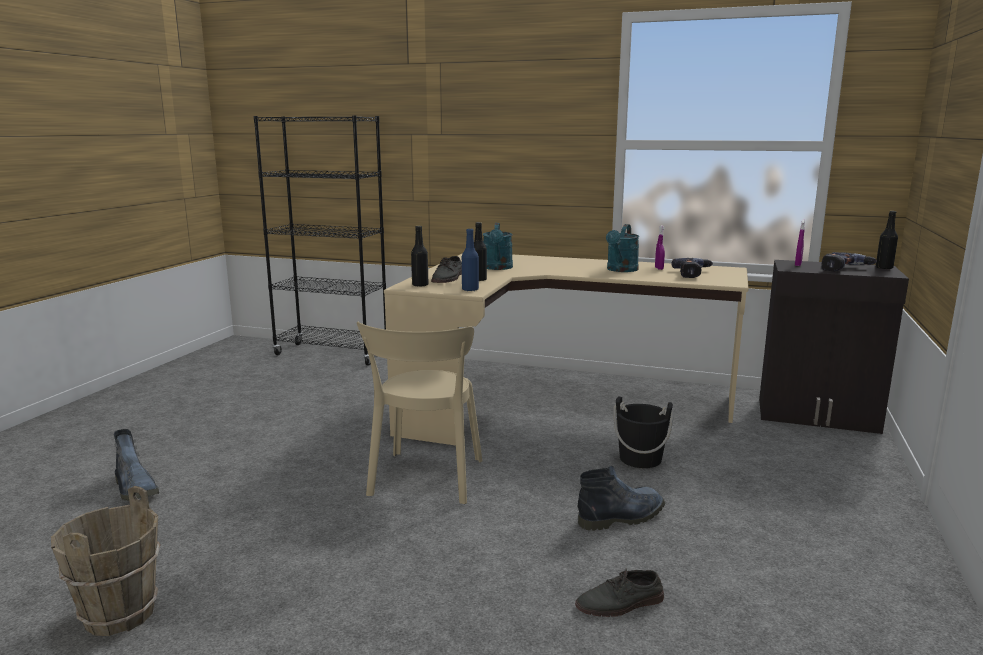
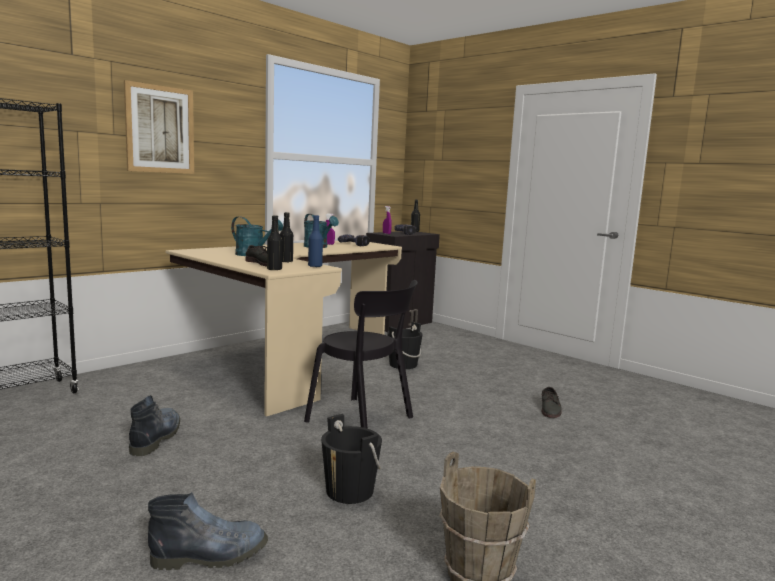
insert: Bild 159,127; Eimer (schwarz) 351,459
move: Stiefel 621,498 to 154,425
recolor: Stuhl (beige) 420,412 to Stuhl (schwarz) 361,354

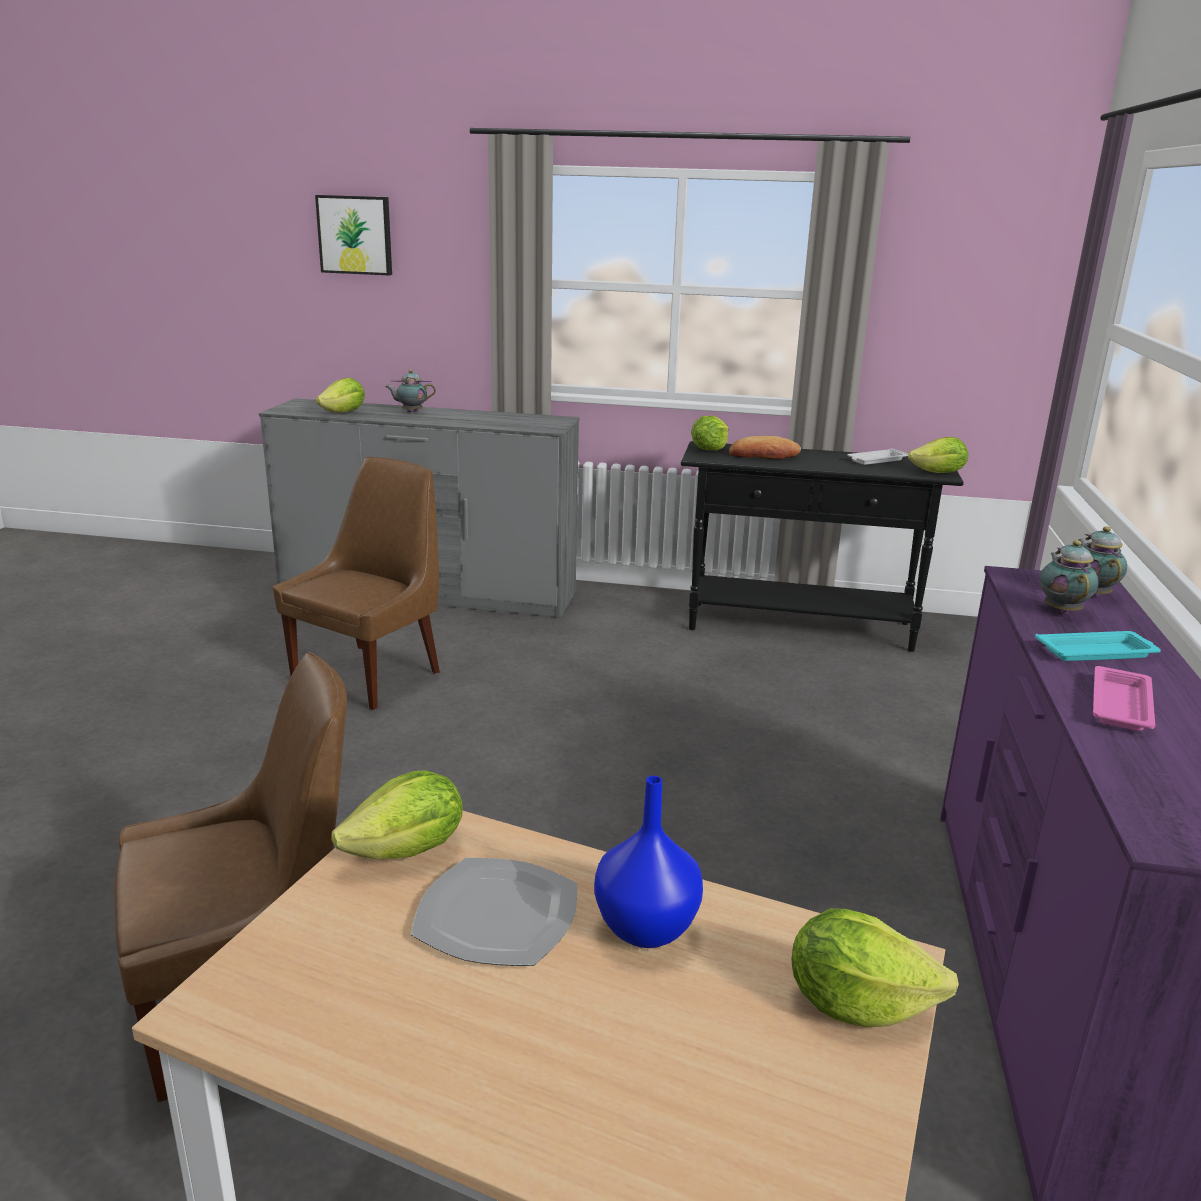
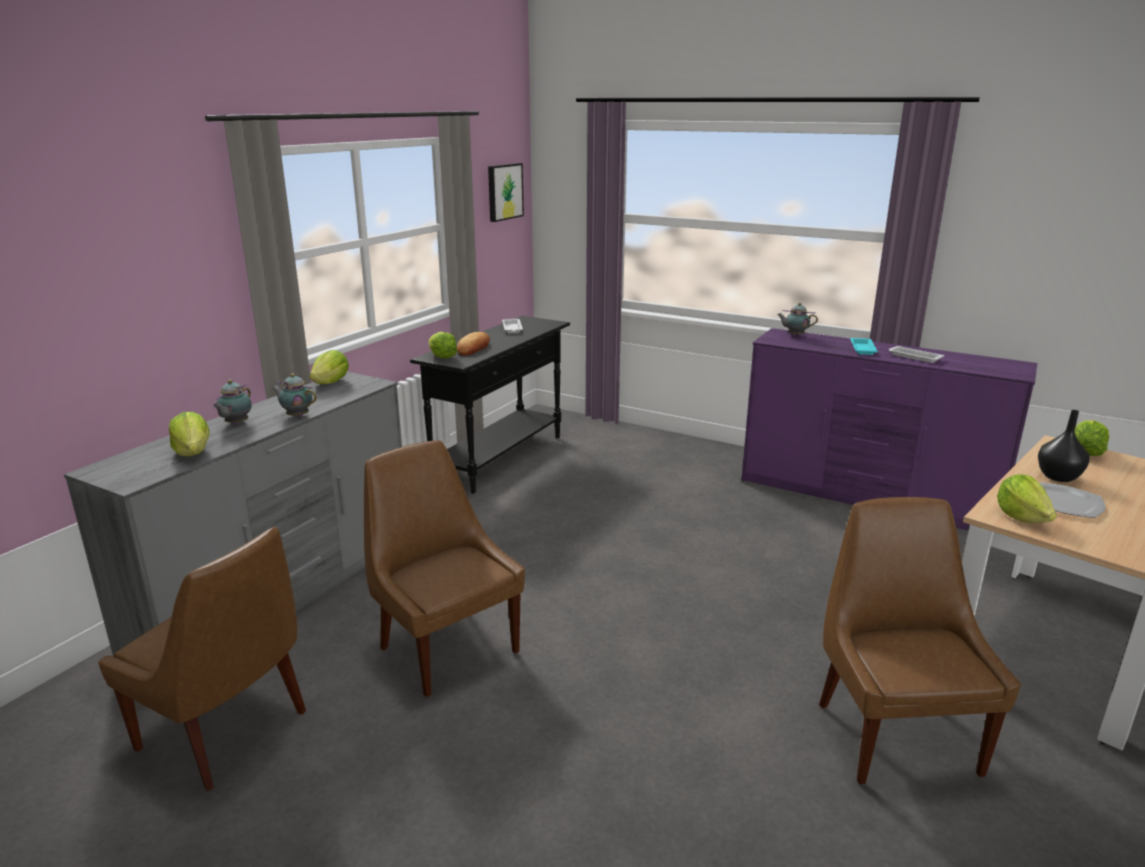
insert: Stuhl (braun) 202,659
move: Bild 353,235 to 506,192; Salatkopf 938,455 to 329,367; Teekanne 1069,577 to 294,395
recolor: Vase (blau) 648,862 to Vase (schwarz) 1063,446; Tablett (rosa) 1124,698 to Tablett (weiß) 916,354

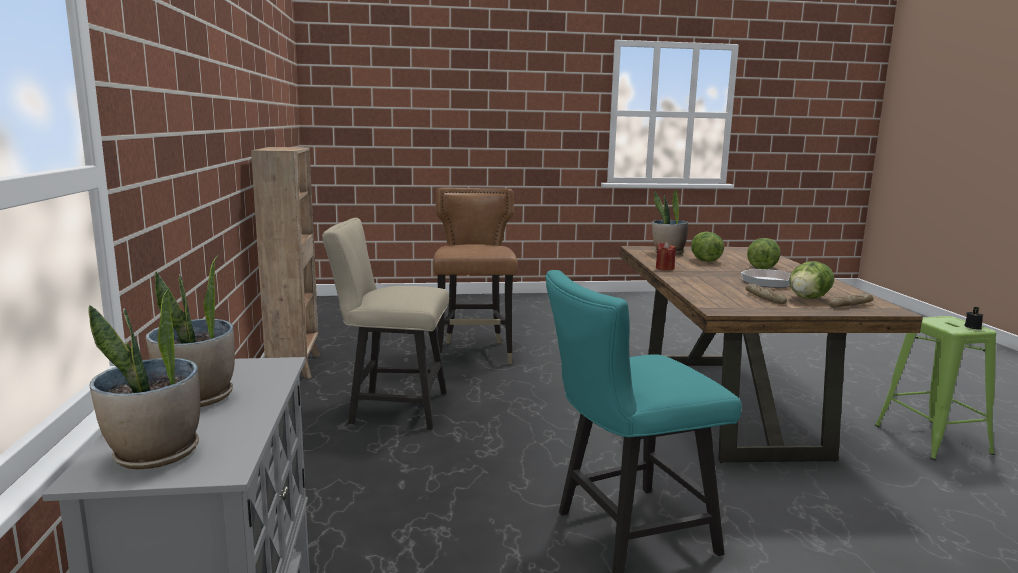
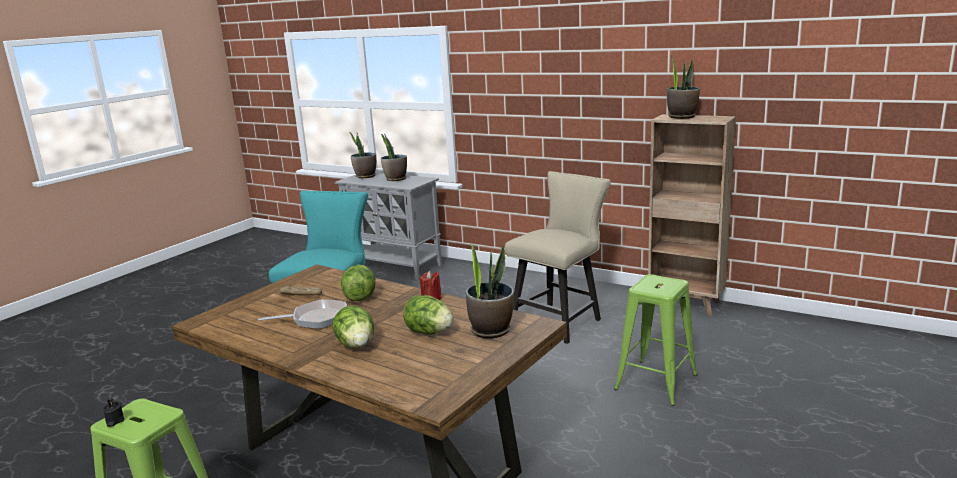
delete: Brot 851,300
insert: Topfpflanze 683,87
move: Salatkopf 811,280 to 358,283
replace: Stuhl (braun) 475,276 to Hocker (grün) 656,340

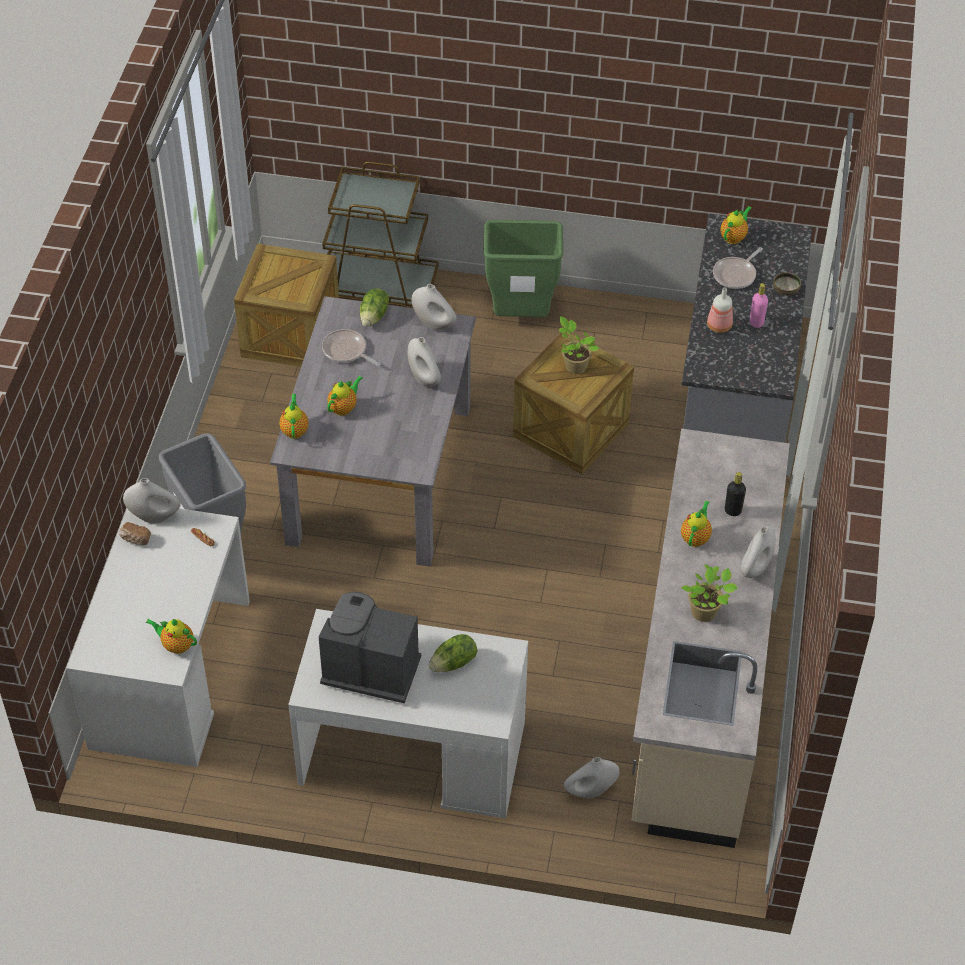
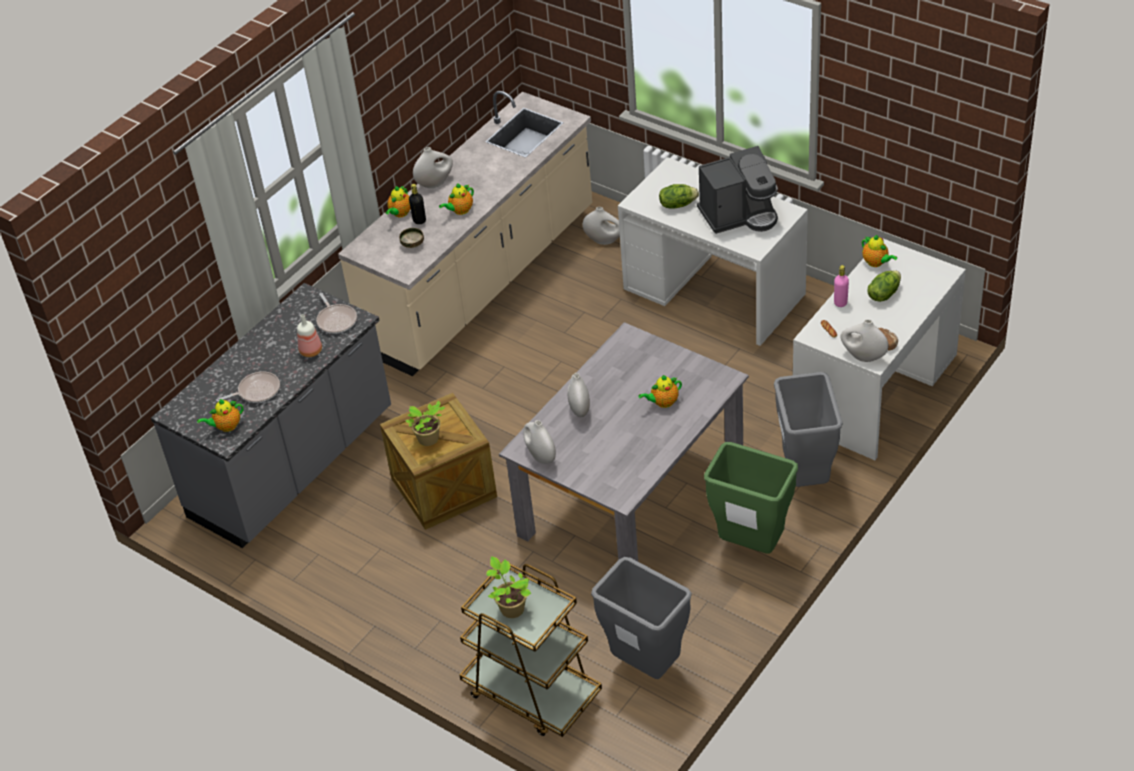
move: Teekanne 294,416 to 398,201; Pfanne 351,347 to 336,313; Salatkopf 374,307 to 884,286; Mülleimer (grün) 523,268 to 751,498; Topfpflanze 709,593 to 508,587; Flasche (rosa) 759,305 to 841,286; Schüssel 787,283 to 411,238
replace: Kiste 286,305 to Mülleimer (grau) 641,618
rotate: Kaffeemaschine 370,647 = 737,190 60 degrees counterclockwise

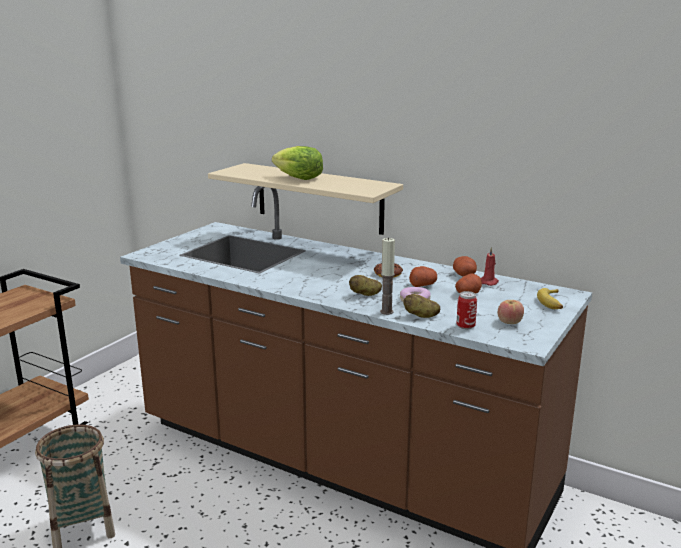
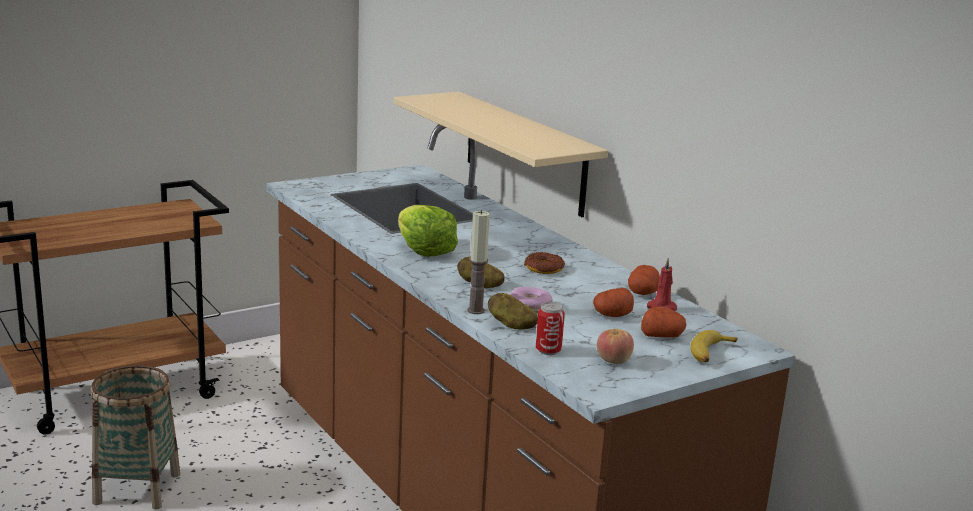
move: Salatkopf 297,163 to 428,231; Kartoffel 423,276 to 663,322

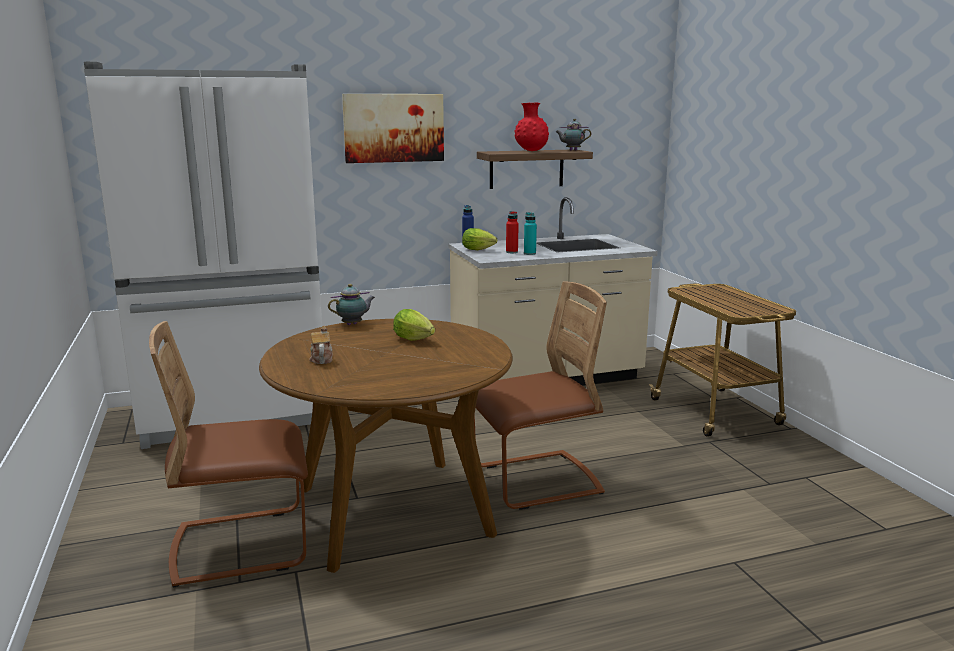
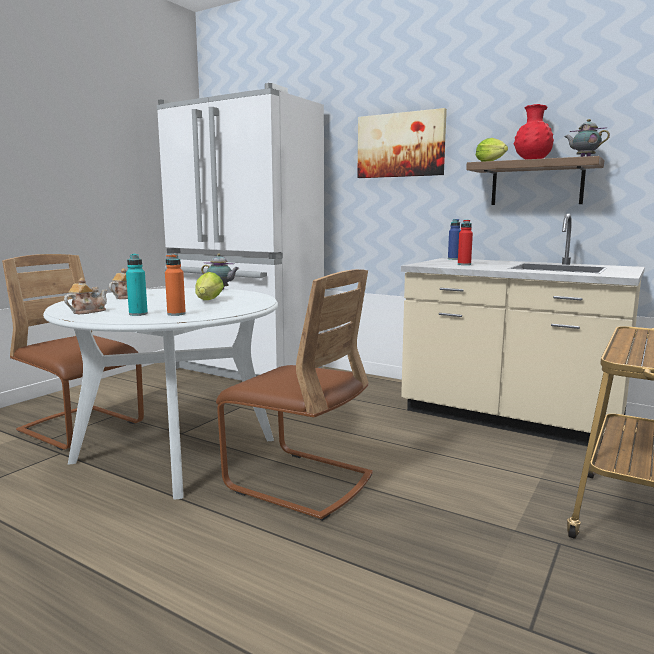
insert: Teekanne 86,296; Flasche (orange) 175,285
move: Salatkopf 479,239 to 492,150; Flasche (türkis) 530,233 to 137,285
recolor: Esstisch (braun) 386,446 to Esstisch (weiß) 160,393

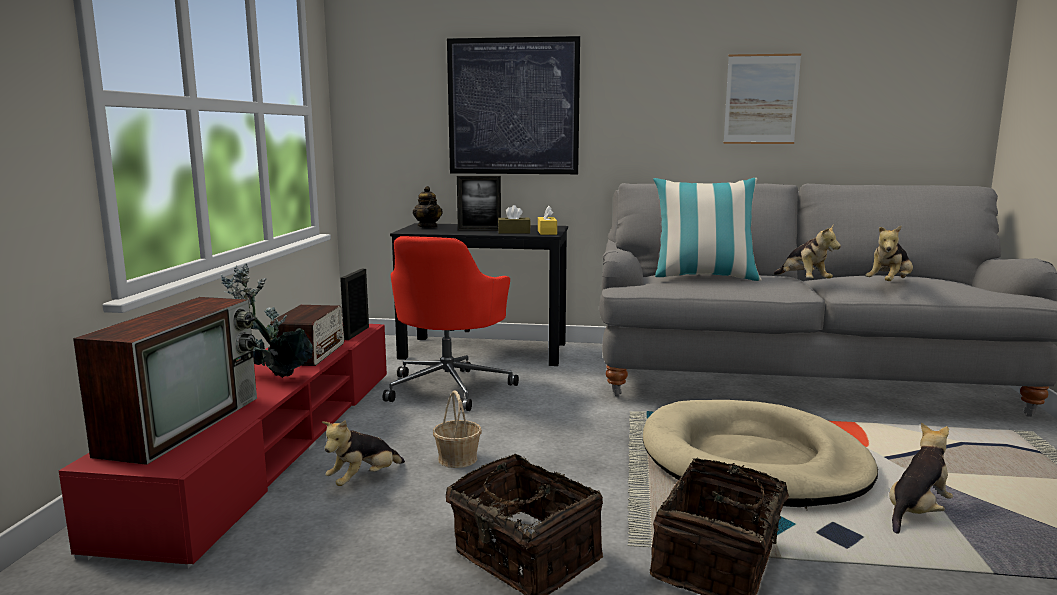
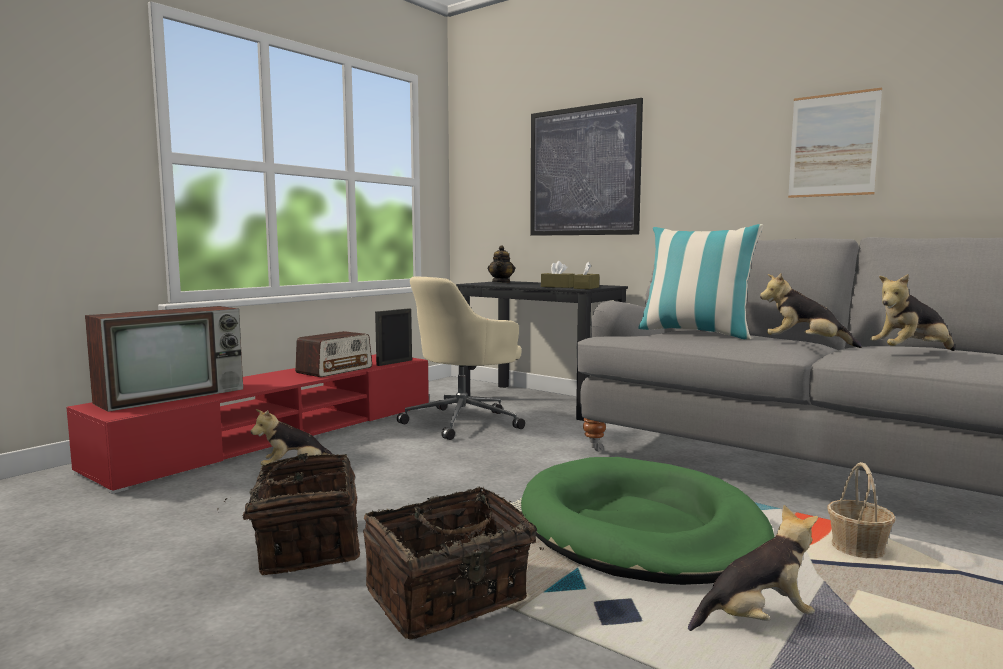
delete: Topfpflanze 267,321; Bilderrahmen 479,203
move: Korb 457,429 to 861,510
recolor: Bürostuhl (rot) 451,323 to Bürostuhl (beige) 461,358; Taschentuchbox (gelb) 547,220 to Taschentuchbox (braun) 586,275; Hundebett (beige) 760,453 to Hundebett (grün) 648,521
rotate: Plüschtier 807,252 = 811,310 105 degrees clockwise

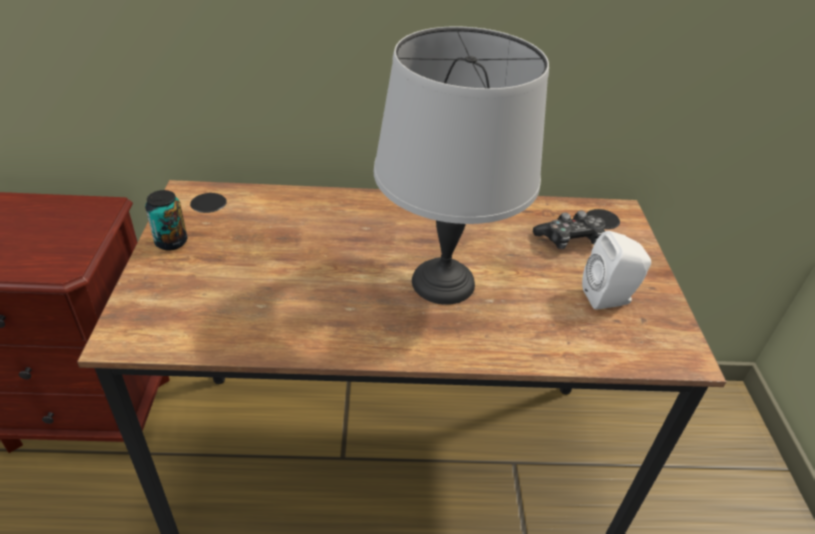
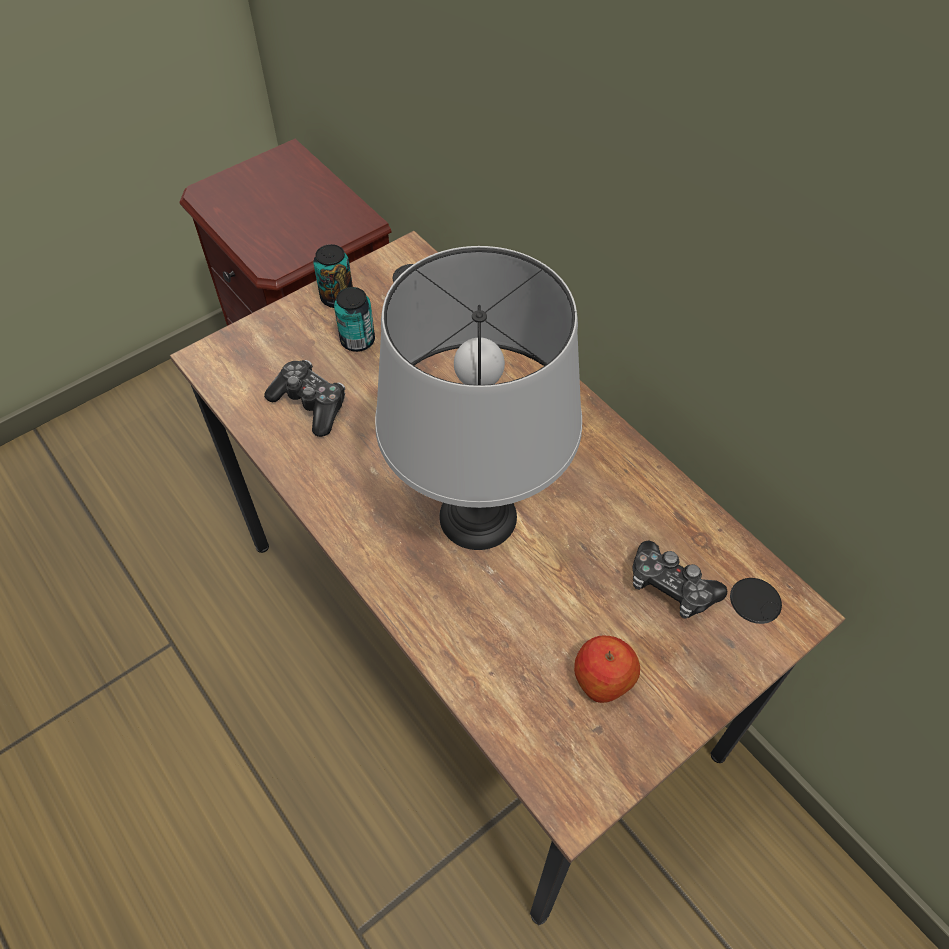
insert: Gamepad 304,398; Dose 354,319
replace: Lautsprecher (weiß) 616,270 to Apfel 607,669

